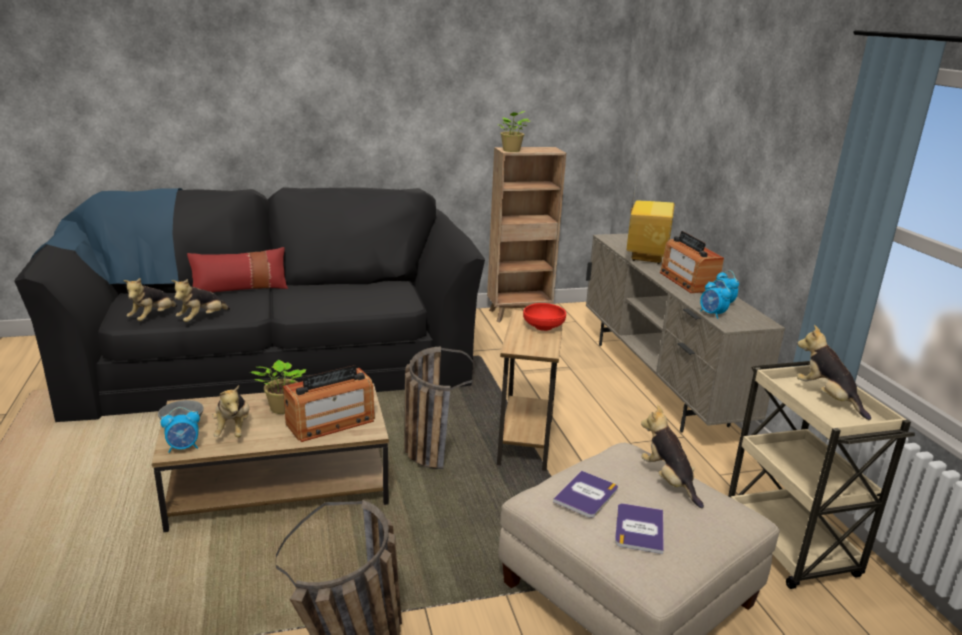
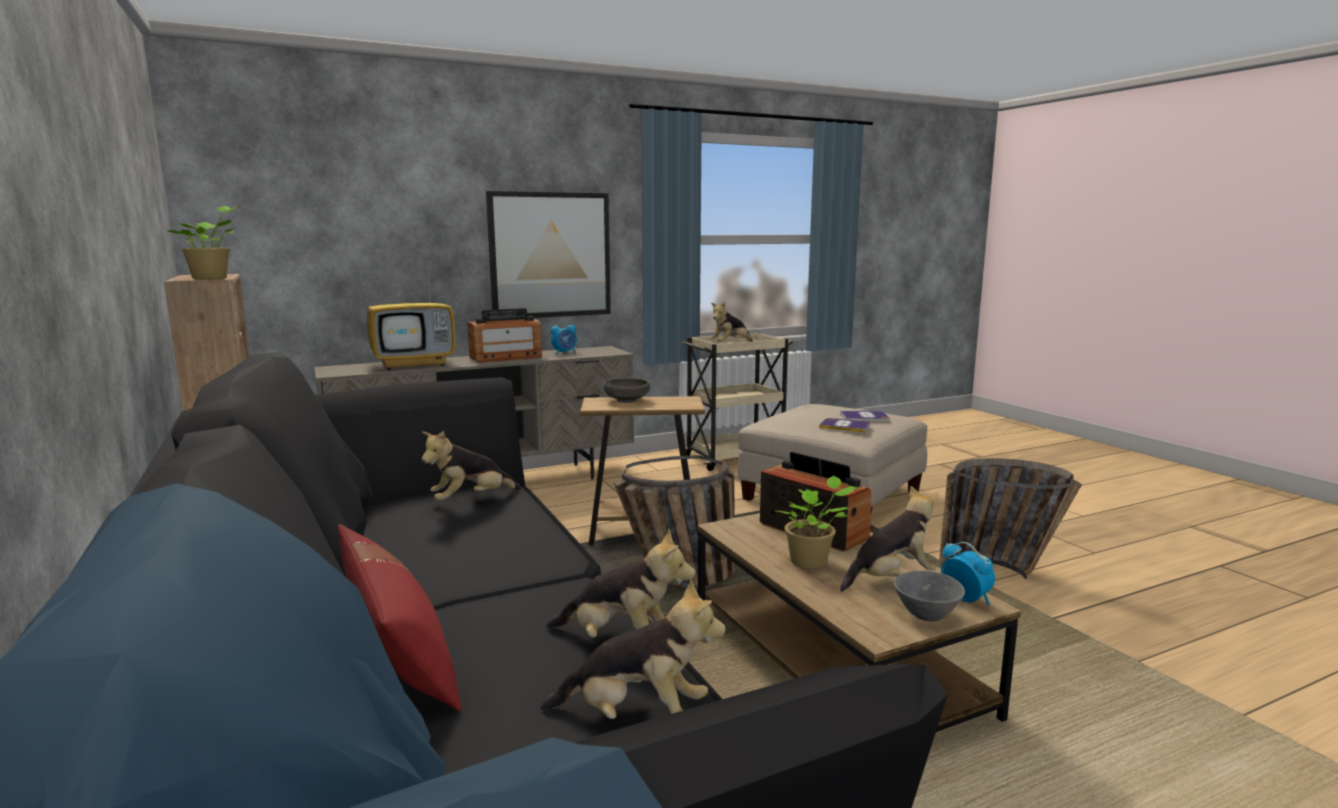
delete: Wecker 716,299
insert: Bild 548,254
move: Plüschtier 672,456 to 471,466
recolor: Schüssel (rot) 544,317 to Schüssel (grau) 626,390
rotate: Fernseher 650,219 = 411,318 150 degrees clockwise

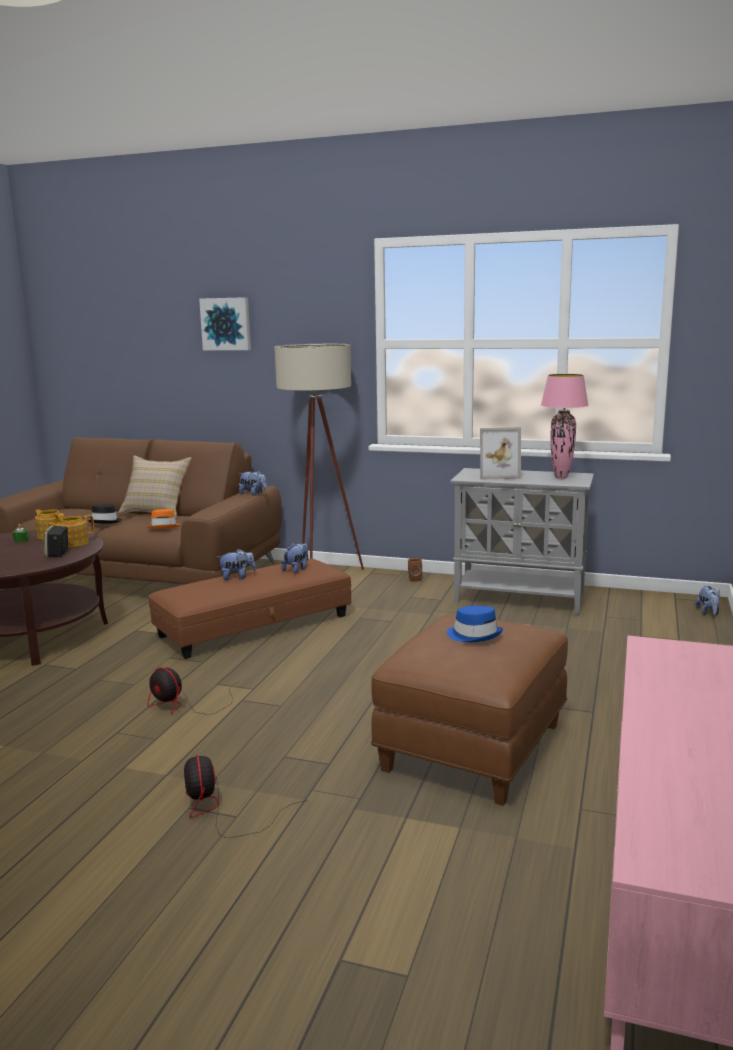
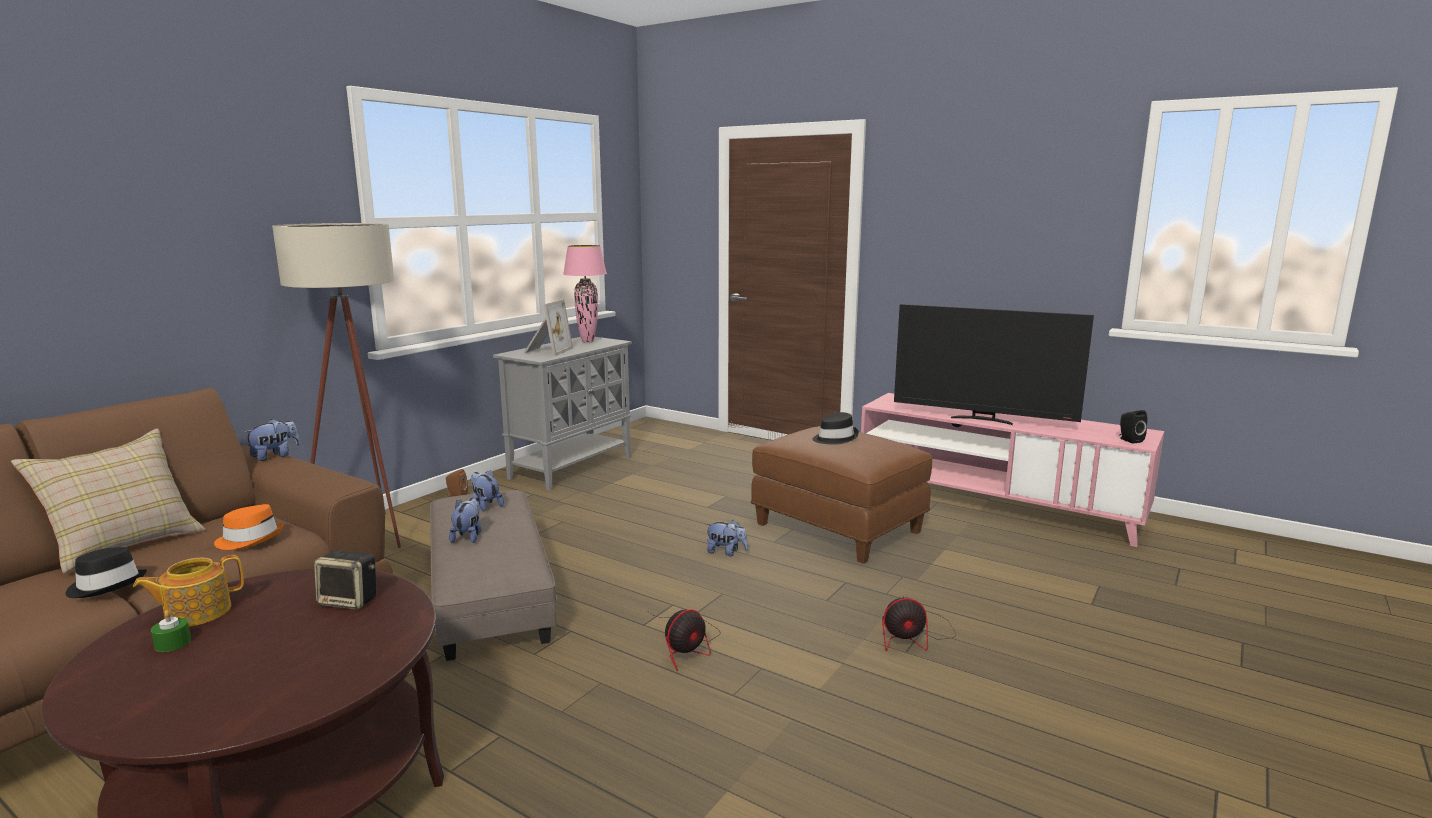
delete: Teekanne 70,531; Bild 225,323
insert: Fernseher 994,364; Lautsprecher (schwarz) 1133,427
move: Plüschtier 707,600 to 727,538
recolor: Polsterhocker (braun) 250,608 to Polsterhocker (grau) 493,575; Hut (blau) 475,624 to Hut (schwarz) 835,428

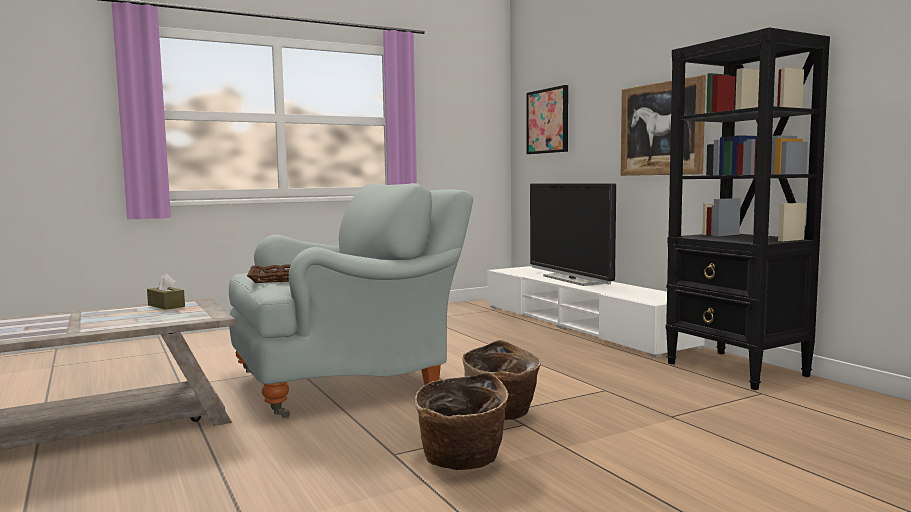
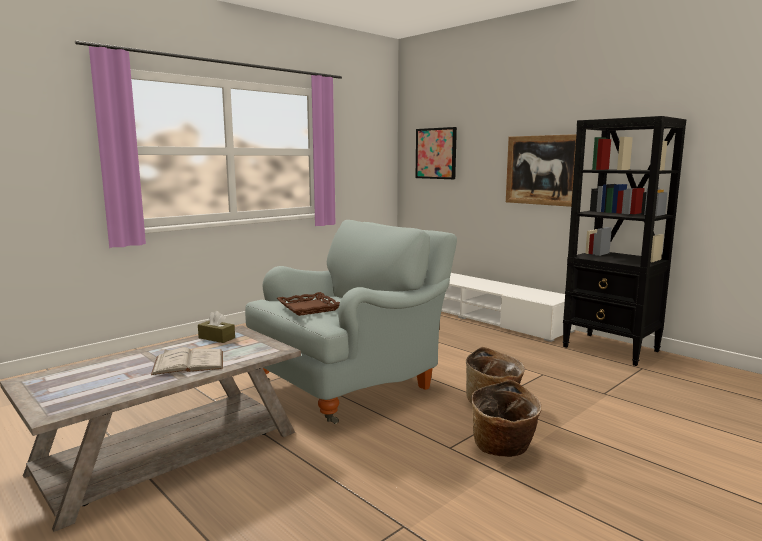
delete: Fernseher 573,235
insert: Buch (weiß) 187,361

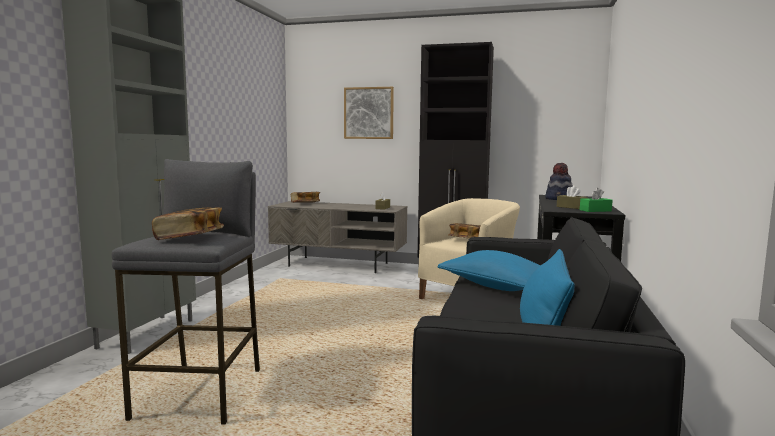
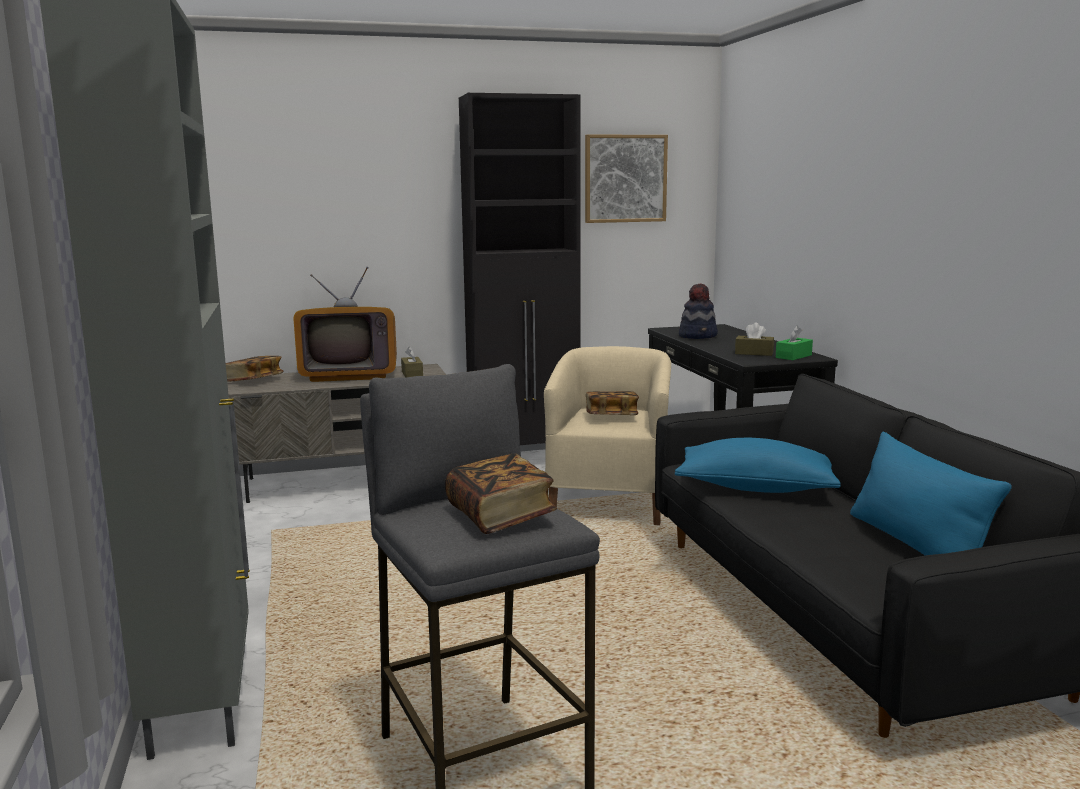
insert: Fernseher 345,324
move: Bild 369,113 to 626,178

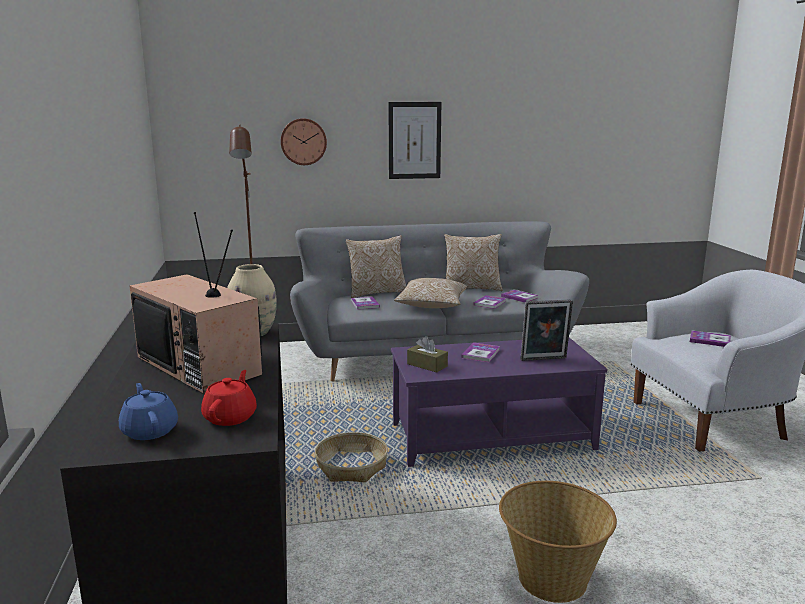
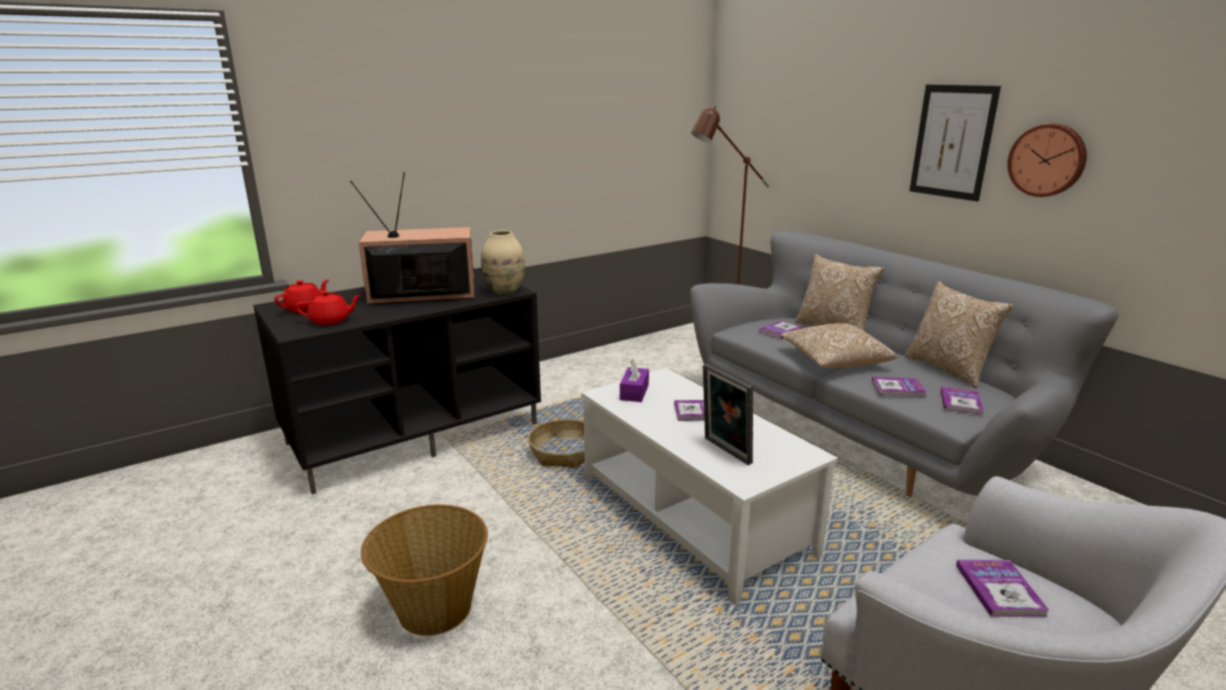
move: Wanduhr 304,141 to 1047,160
recolor: Teekanne (blau) 148,411 to Teekanne (rot) 302,296; Couchtisch (lila) 499,402 to Couchtisch (weiß) 709,486; Taschentuchbox (braun) 427,354 to Taschentuchbox (lila) 634,381
rotate: Fernseher 196,303 = 412,238 60 degrees clockwise

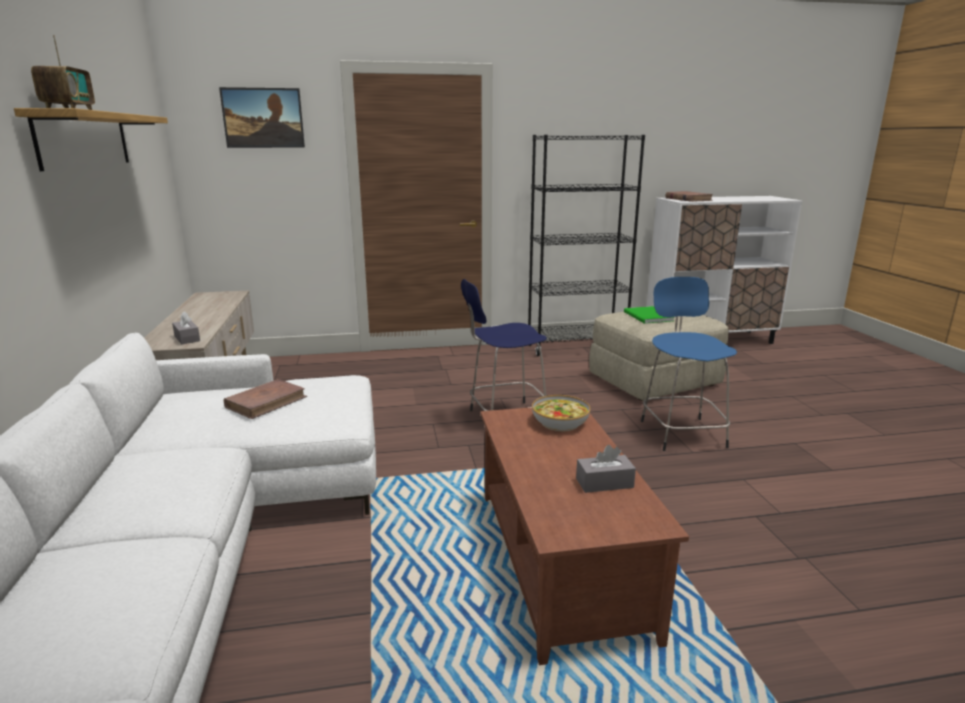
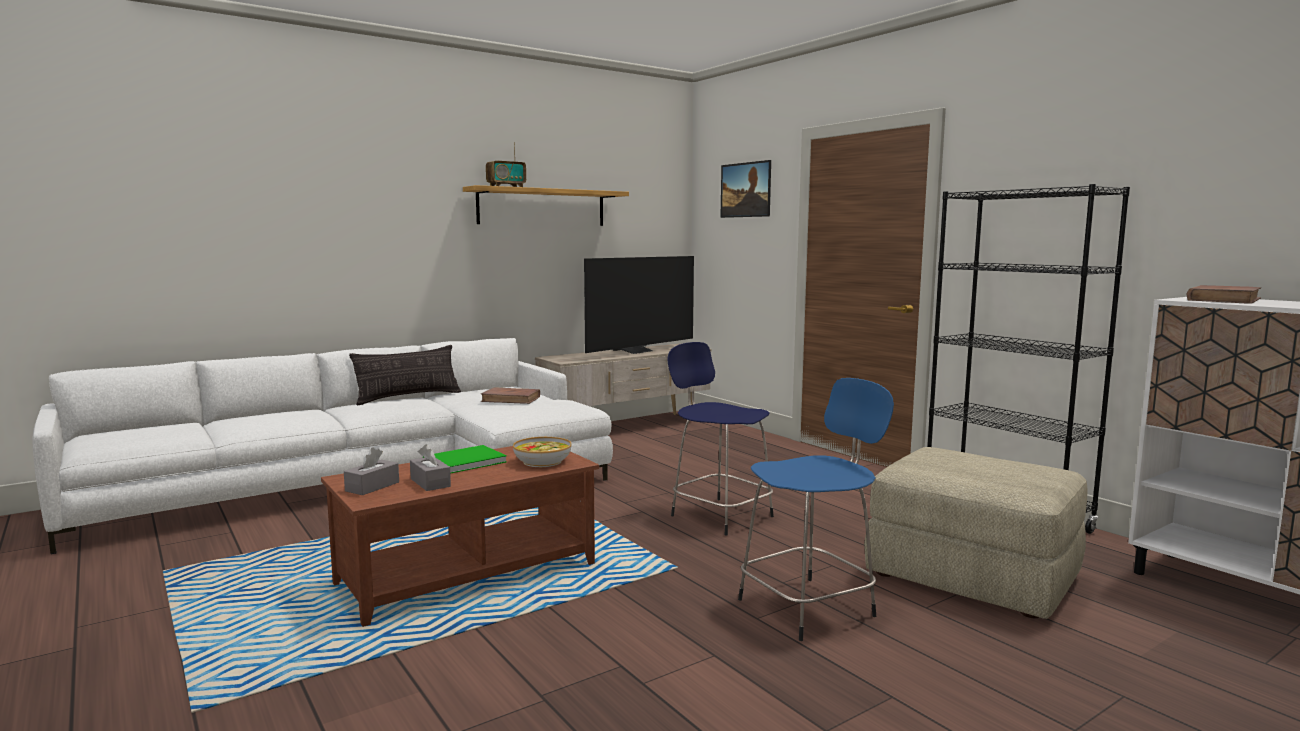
insert: Kissen 405,375; Fernseher 639,305
move: Taschentuchbox (grau) 186,327 to 371,471; Buch (grün) 649,315 to 465,459

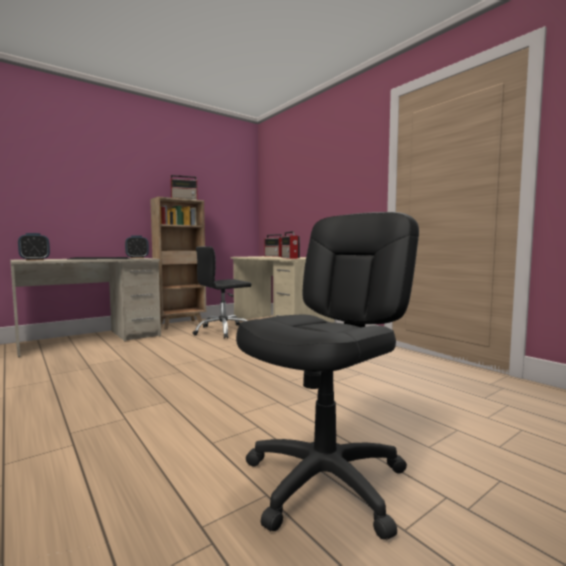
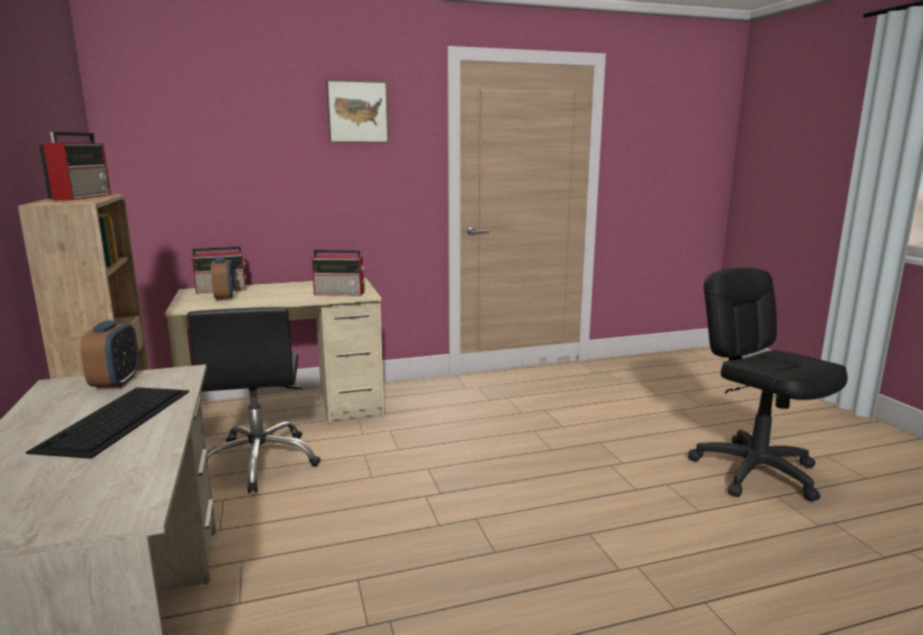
insert: Bild 357,111
move: Wecker 34,247 to 223,279

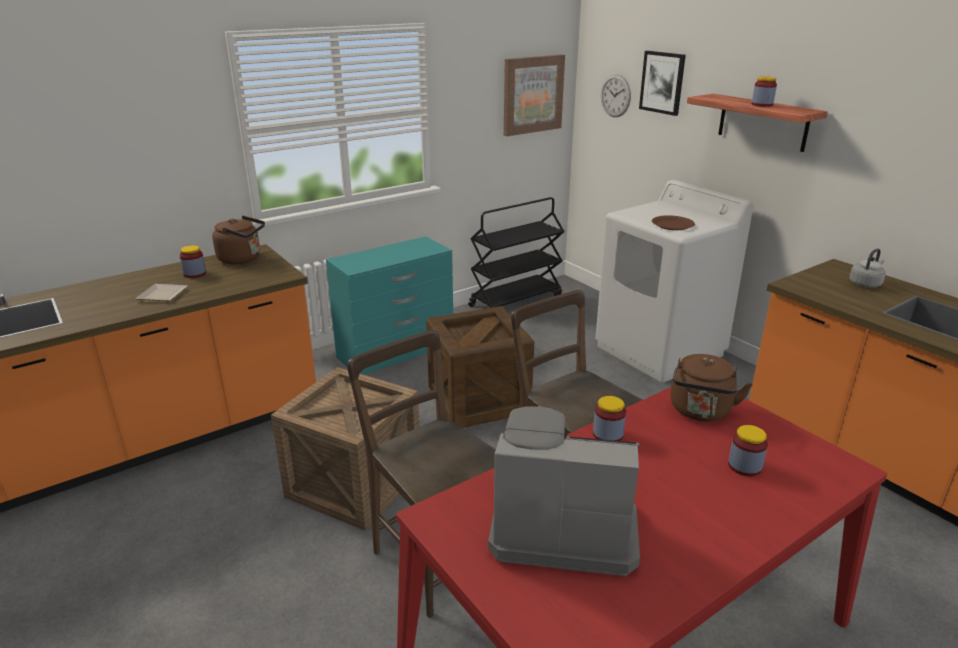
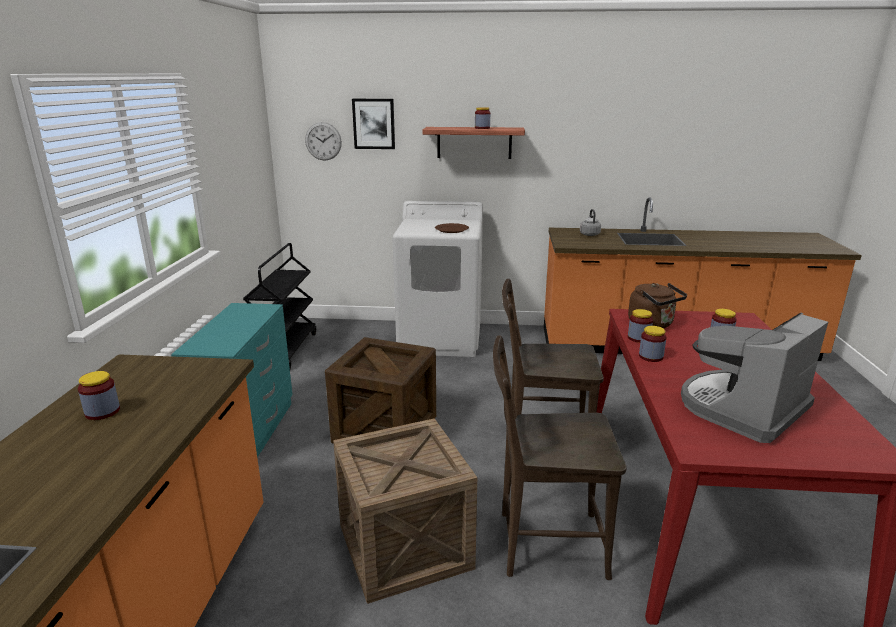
delete: Teller 161,292; Wasserkessel (braun) 238,240; Bild 534,95
insert: Vorratsglas 640,326

